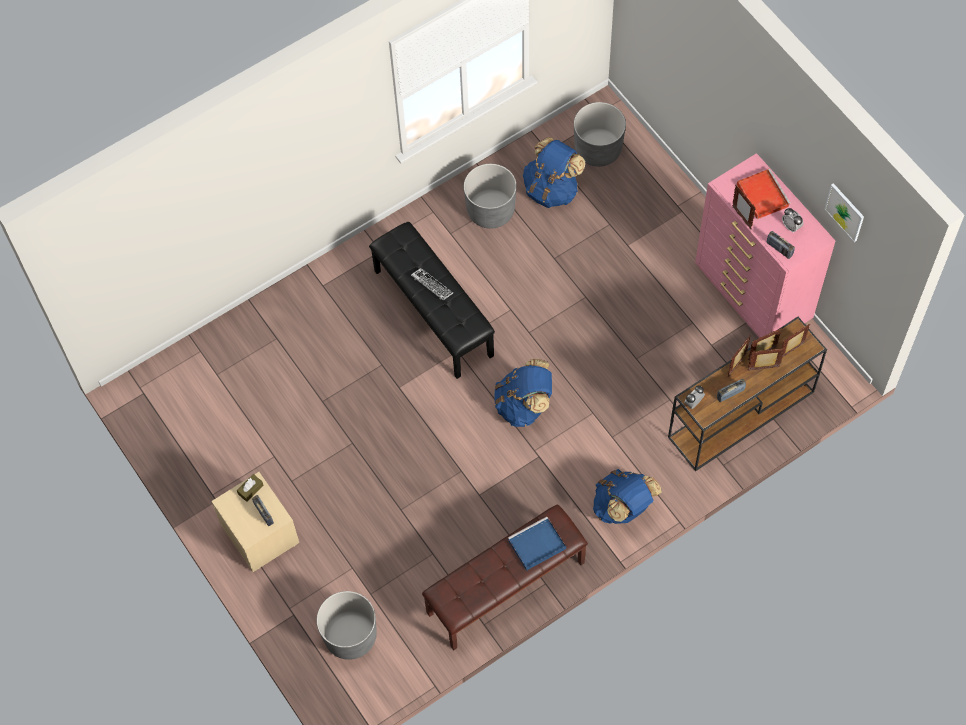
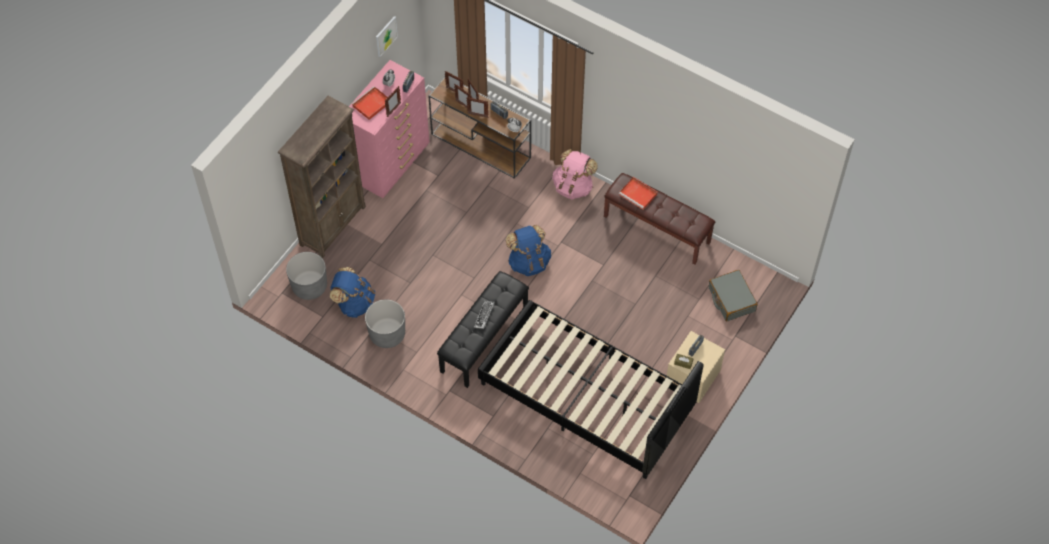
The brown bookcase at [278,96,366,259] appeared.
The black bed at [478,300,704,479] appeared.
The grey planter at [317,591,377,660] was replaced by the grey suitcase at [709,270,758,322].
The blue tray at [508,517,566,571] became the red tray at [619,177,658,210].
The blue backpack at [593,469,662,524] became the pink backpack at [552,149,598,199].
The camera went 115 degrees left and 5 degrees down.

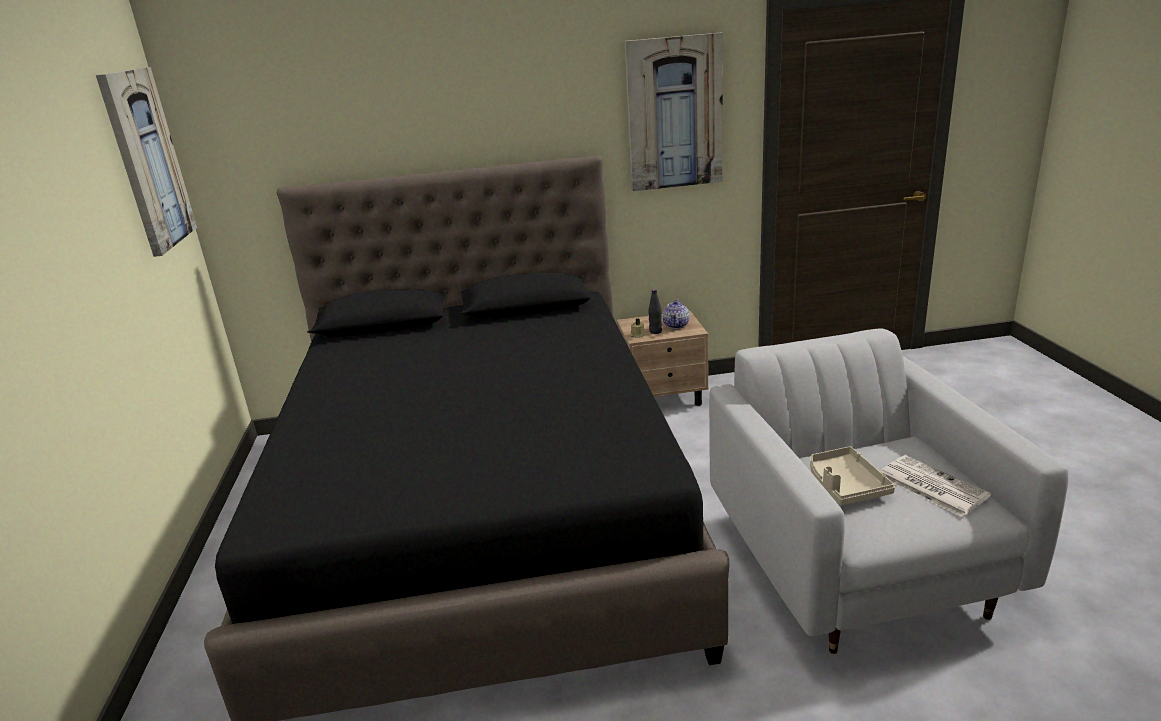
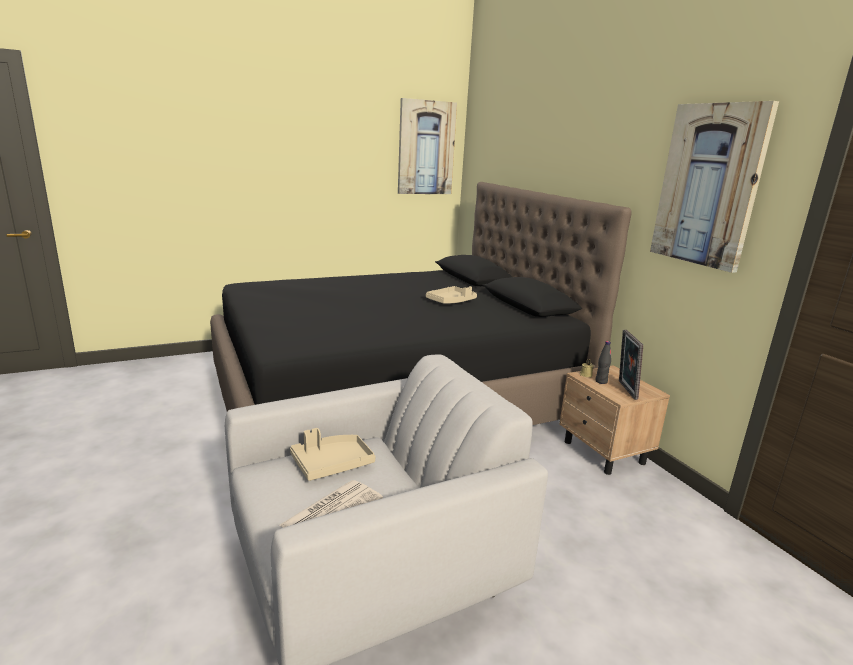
The beige tray at [426,286,477,304] appeared.
The teapot at [662,300,690,329] was replaced by the picture frame at [619,330,643,400].
The camera went 70 degrees right and 5 degrees down.

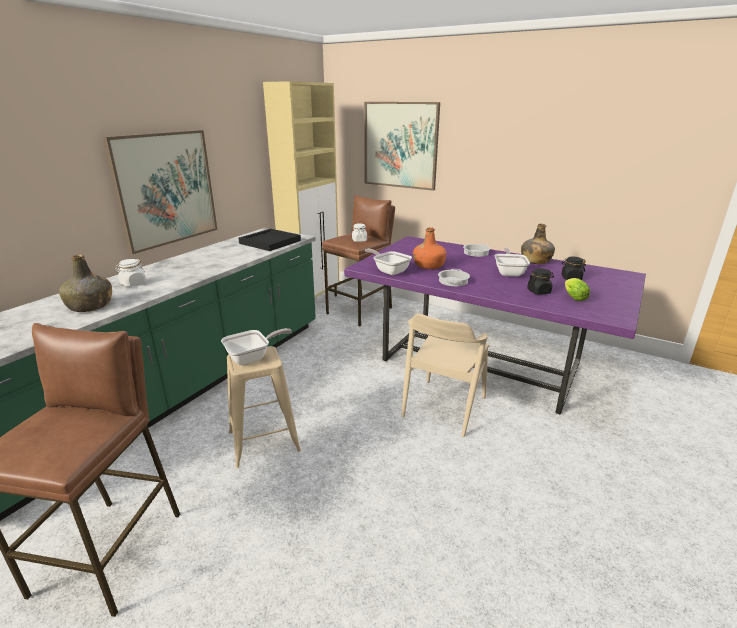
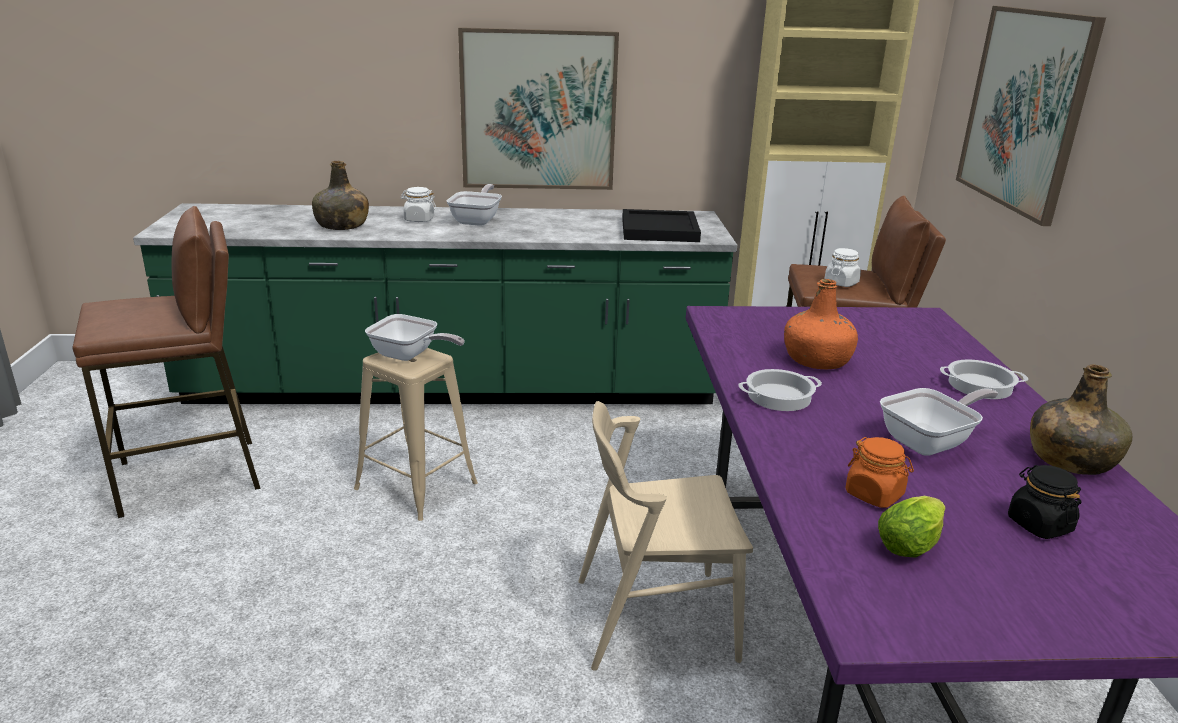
The frying pan moved from [365,249,412,275] to [447,184,502,226].
The black jar at [527,268,554,294] became the orange jar at [845,437,914,508].
The camera went 55 degrees right and 0 degrees up.

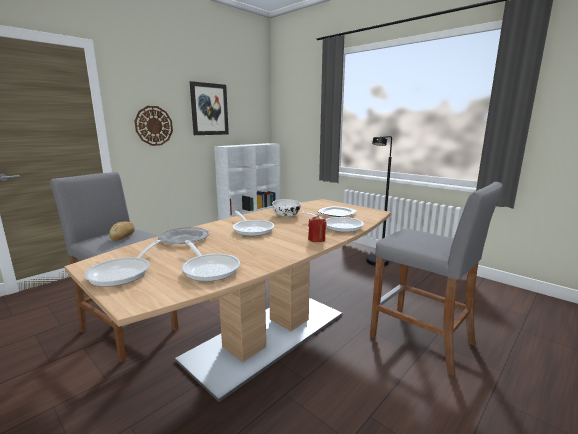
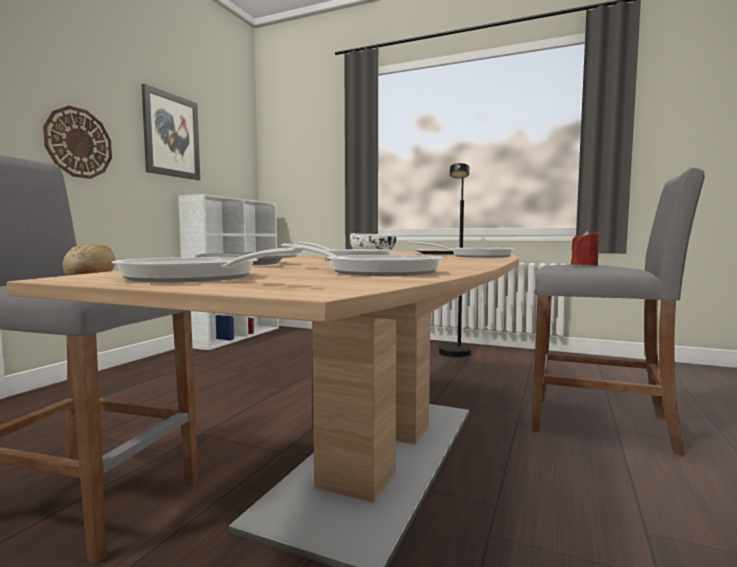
The red candle moved from [308,215,327,242] to [571,231,599,266].
The frying pan at [84,240,160,287] turned 135 degrees clockwise.
The camera went 20 degrees left and 10 degrees down.

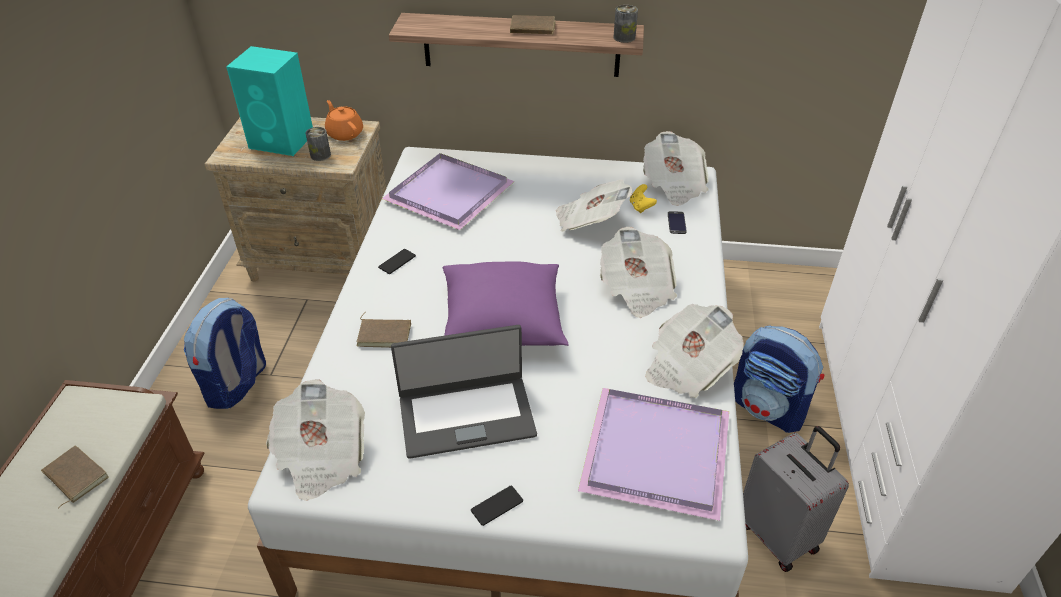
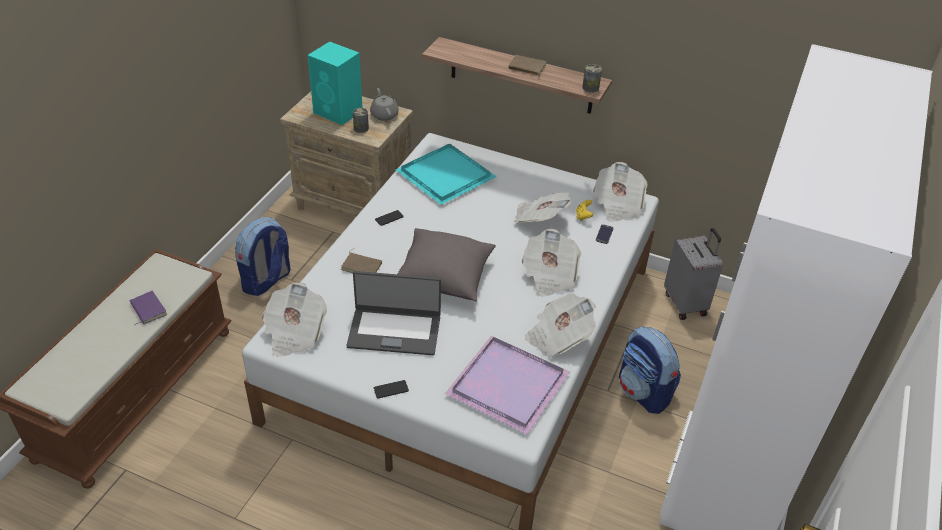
The grey suitcase moved from [743,426,849,572] to [664,228,723,320].
The brown book at [41,445,109,509] became the purple book at [130,291,167,325].
The orange teapot at [325,100,363,141] became the grey teapot at [370,88,399,121].
The purple tray at [382,153,515,230] became the turquoise tray at [396,143,497,205].
The purple pillow at [443,261,568,346] became the grey pillow at [398,228,496,302].
The camera went 15 degrees right and 0 degrees up.

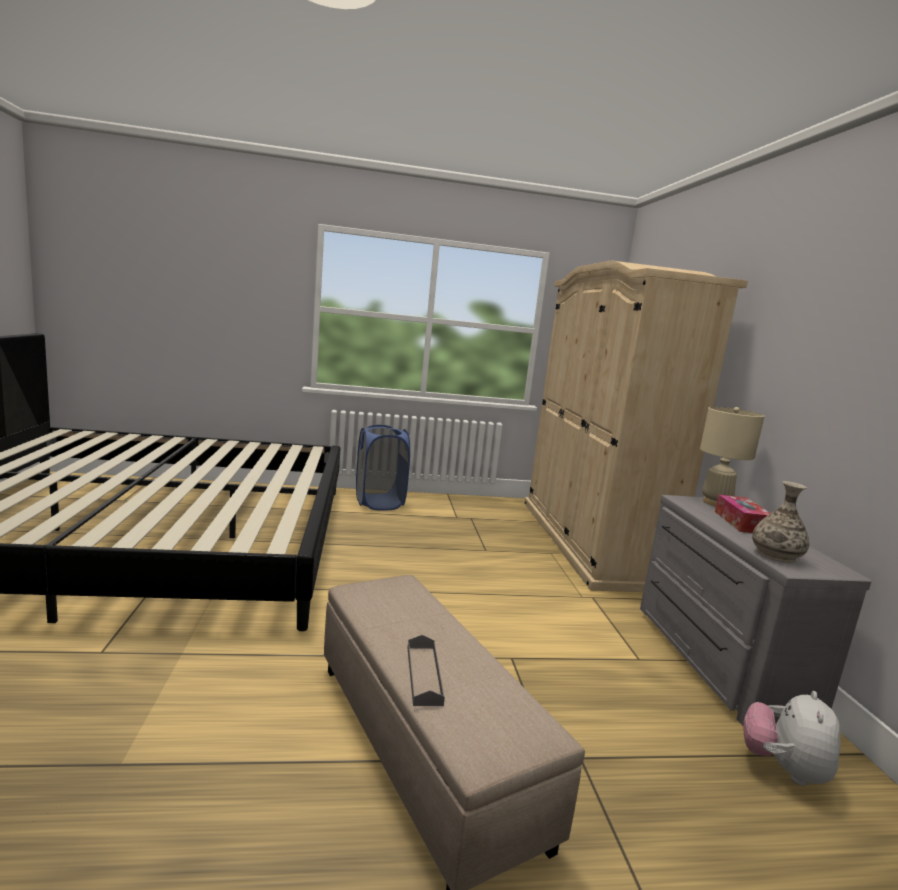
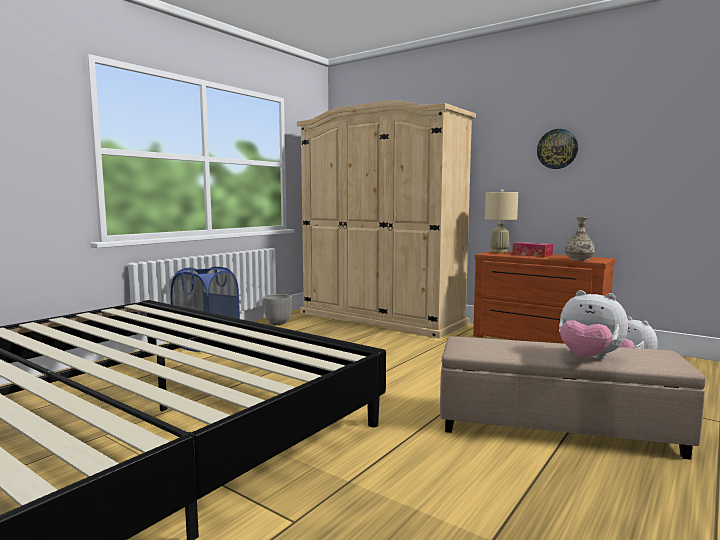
The planter at [263,294,292,325] appeared.
The wall clock at [537,129,578,169] appeared.
The grey tray at [407,635,445,706] was replaced by the plush toy at [559,290,628,359].
The grey dresser at [640,495,871,726] became the brown dresser at [473,251,615,344].
The camera went 45 degrees left and 5 degrees down.

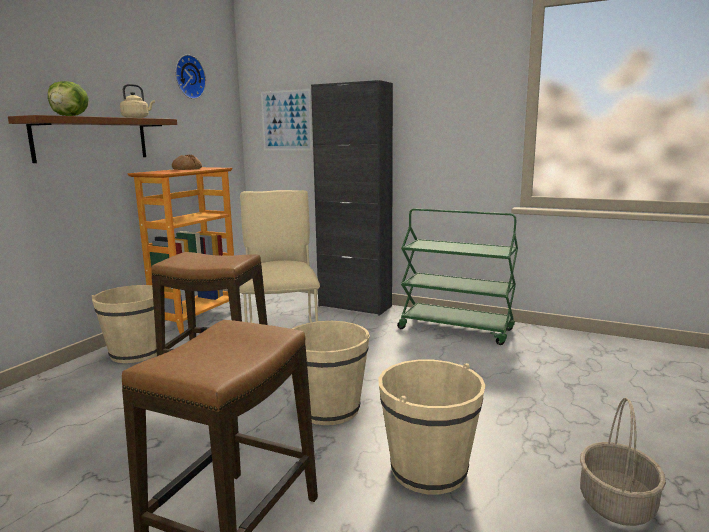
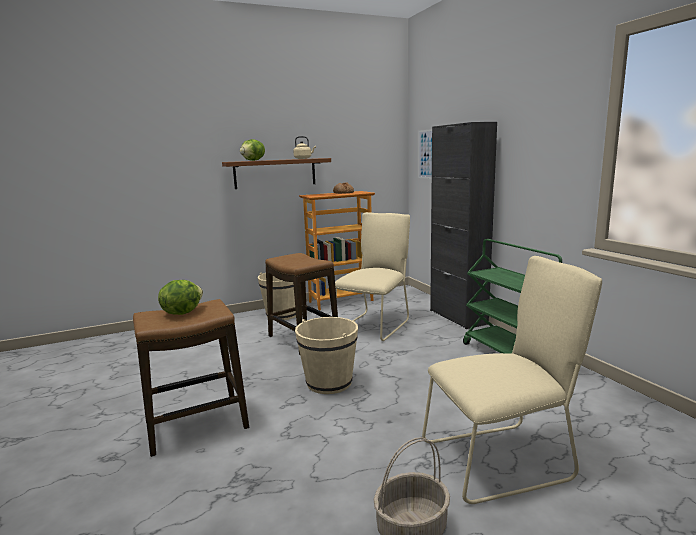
The wall clock at [175,54,206,99] disappeared.
The beige bucket at [378,360,486,494] disappeared.
The lettuce at [158,280,203,315] appeared.
The beige chair at [422,256,602,504] appeared.
The camera went 40 degrees right and 0 degrees up.

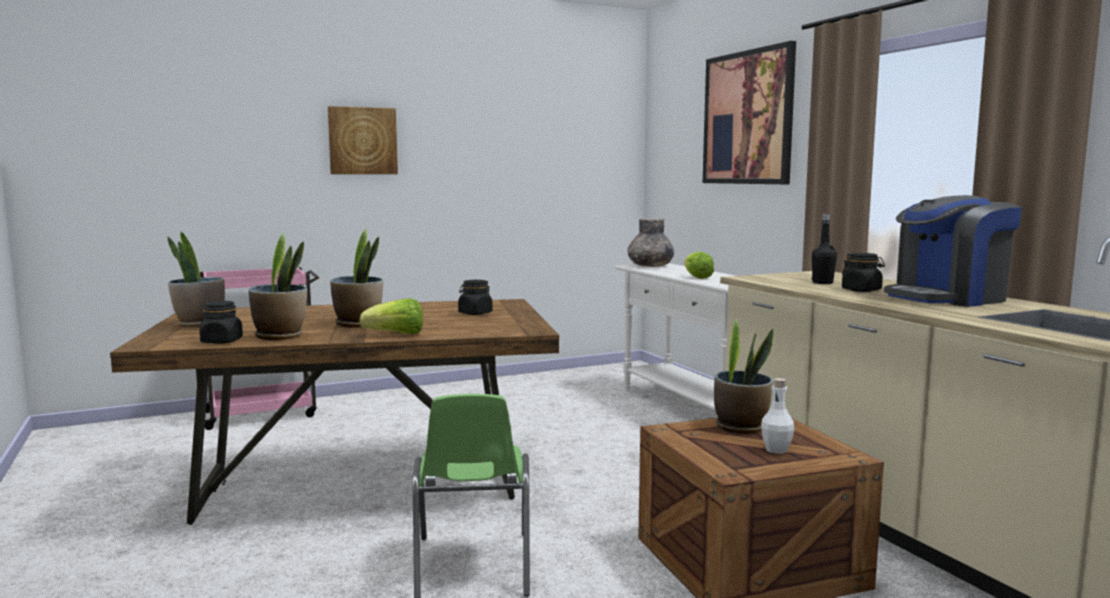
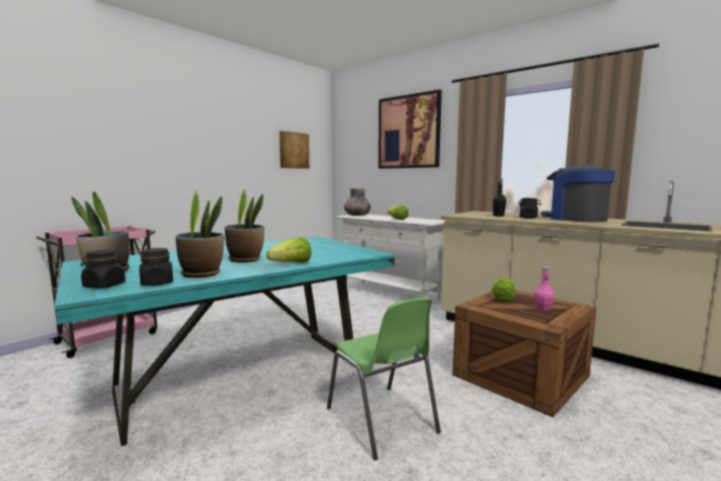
The picture moved from [328,106,398,174] to [279,131,309,169].
The black jar moved from [458,280,493,315] to [80,250,126,288].
The potted plant at [714,318,774,434] was replaced by the lettuce at [492,278,515,302].
The brown dining table at [110,299,559,525] became the turquoise dining table at [54,237,395,446].
The white bottle at [761,378,795,454] became the pink bottle at [534,267,555,311].
The coffee machine at [884,195,1022,307] turned 105 degrees clockwise.
The camera went 25 degrees left and 0 degrees up.

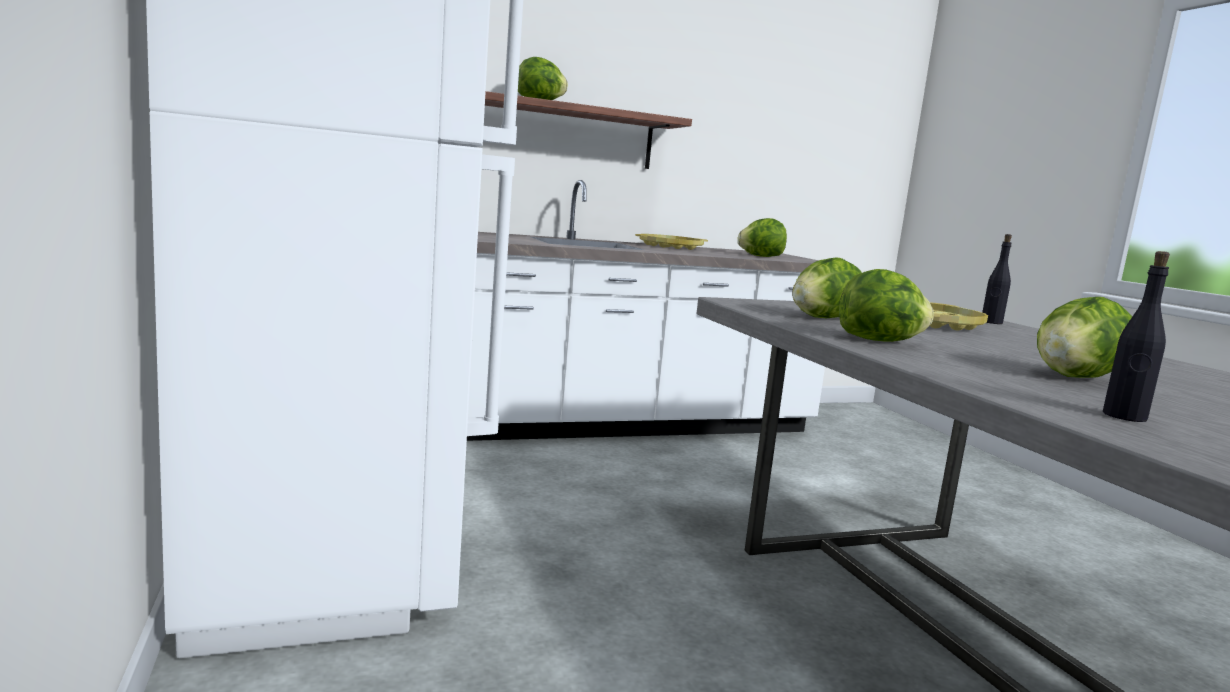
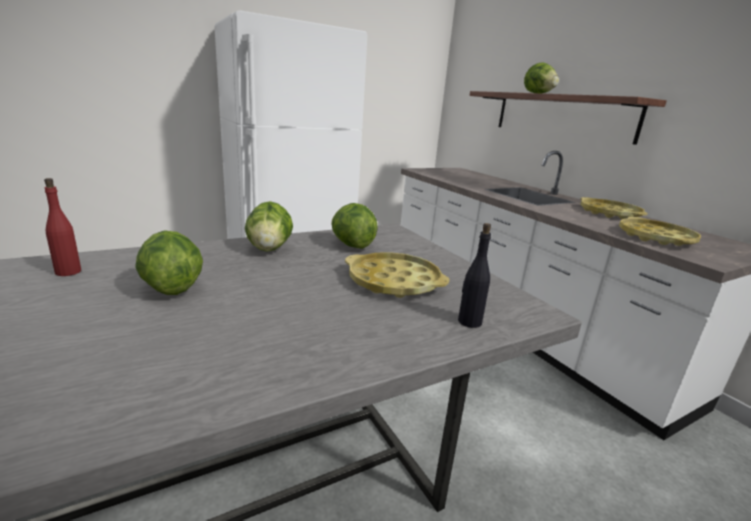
The lettuce at [737,218,787,257] was replaced by the yellow tray at [619,217,701,246].
The black bottle at [1103,251,1170,422] became the red bottle at [44,178,81,276].
The camera went 80 degrees right and 10 degrees up.

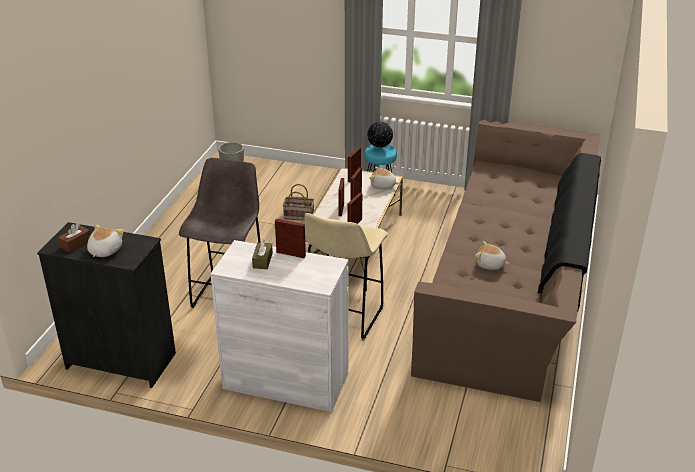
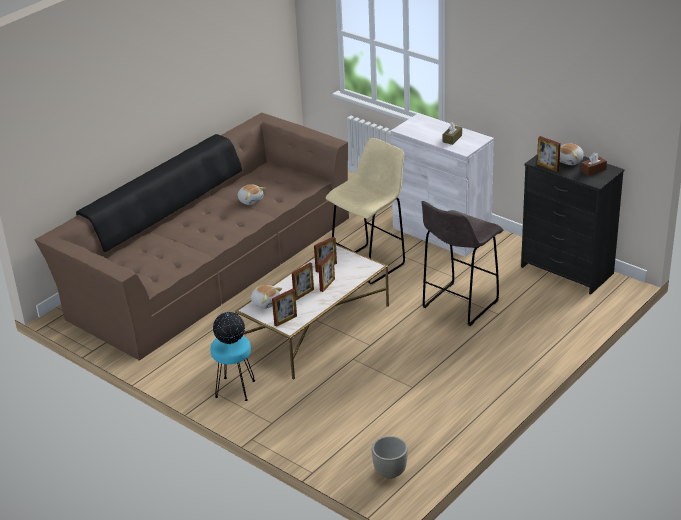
The basket at [283,184,314,221] disappeared.
The picture frame moved from [275,219,306,258] to [537,136,561,172].
The camera went 155 degrees left and 0 degrees up.

